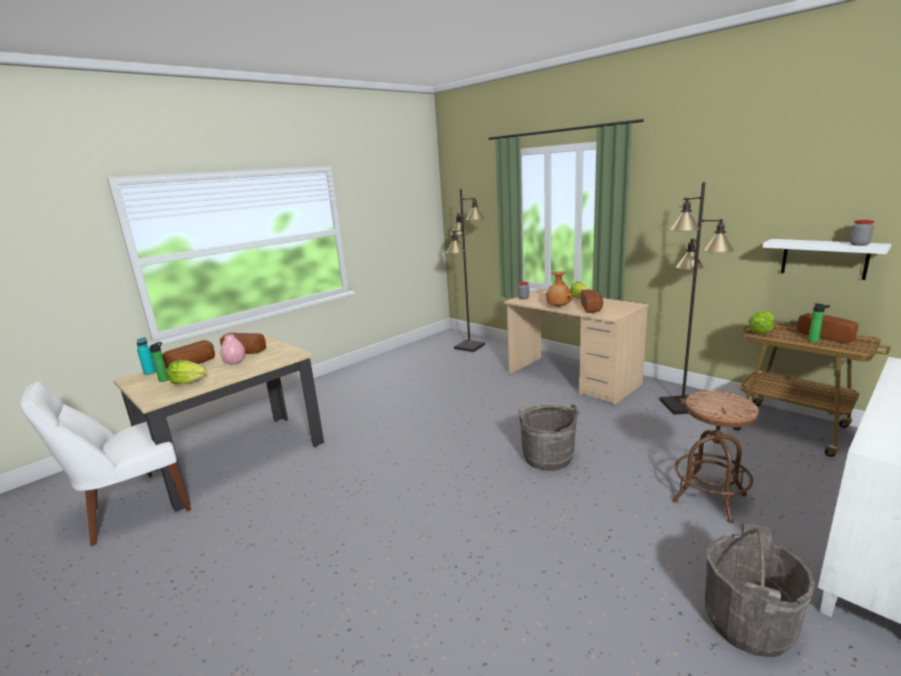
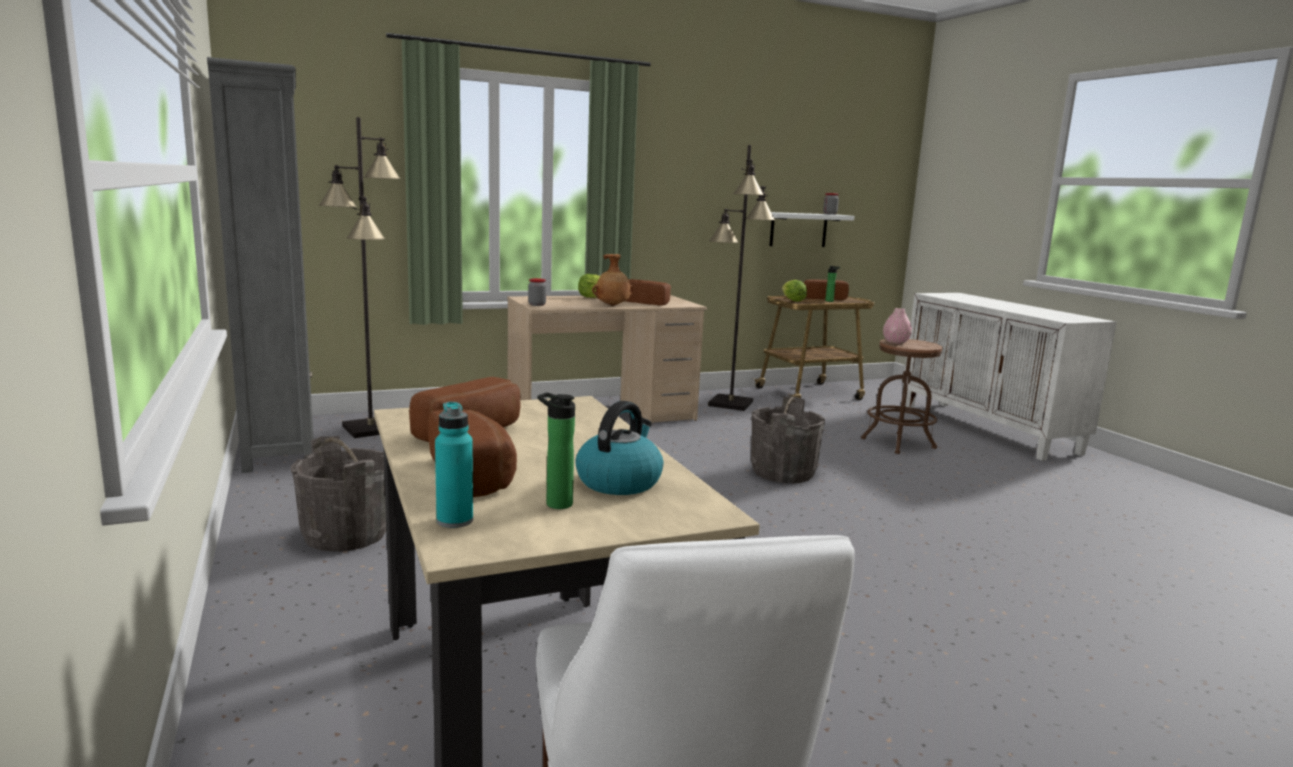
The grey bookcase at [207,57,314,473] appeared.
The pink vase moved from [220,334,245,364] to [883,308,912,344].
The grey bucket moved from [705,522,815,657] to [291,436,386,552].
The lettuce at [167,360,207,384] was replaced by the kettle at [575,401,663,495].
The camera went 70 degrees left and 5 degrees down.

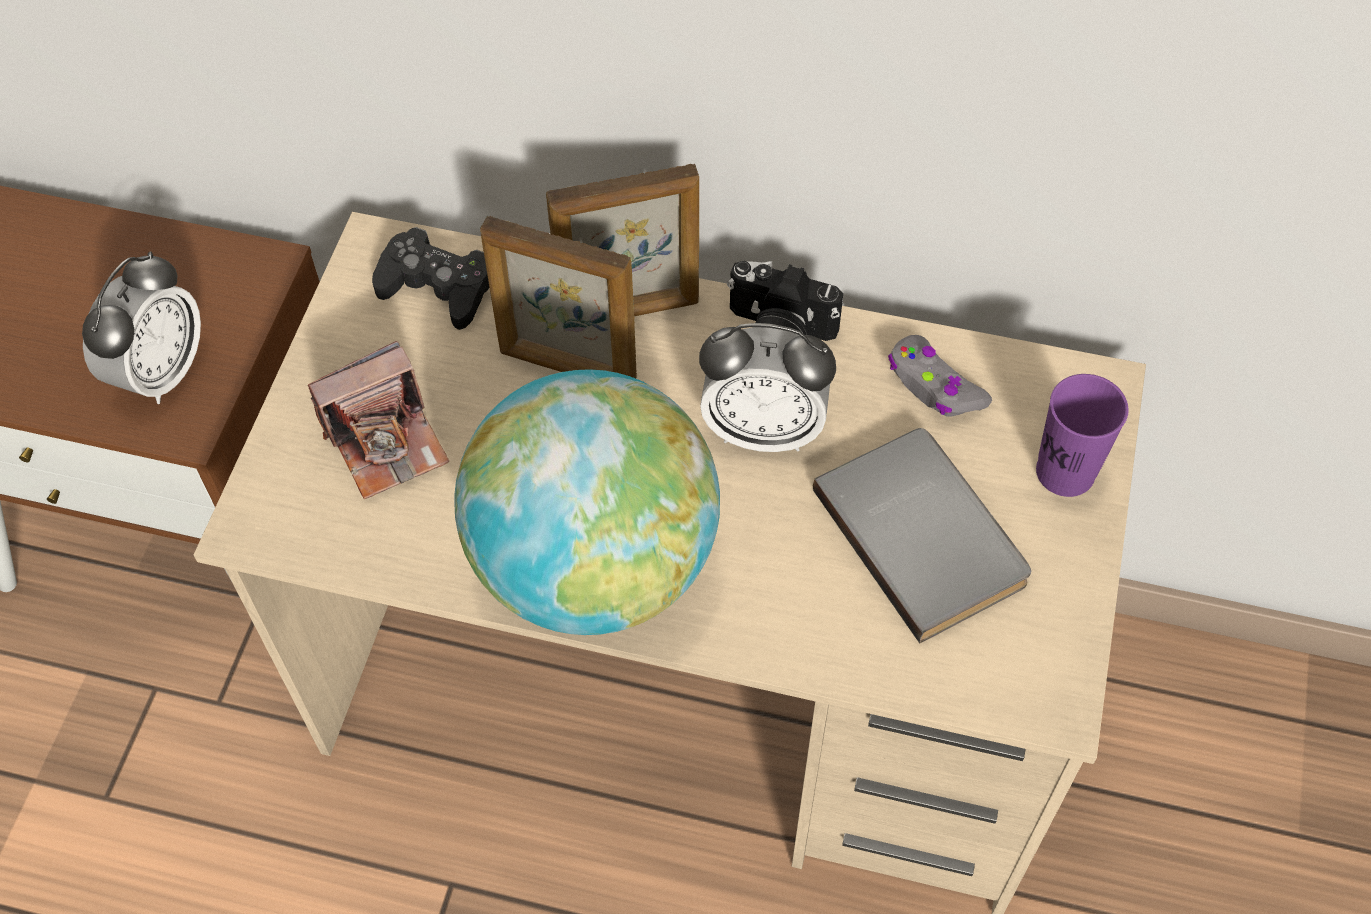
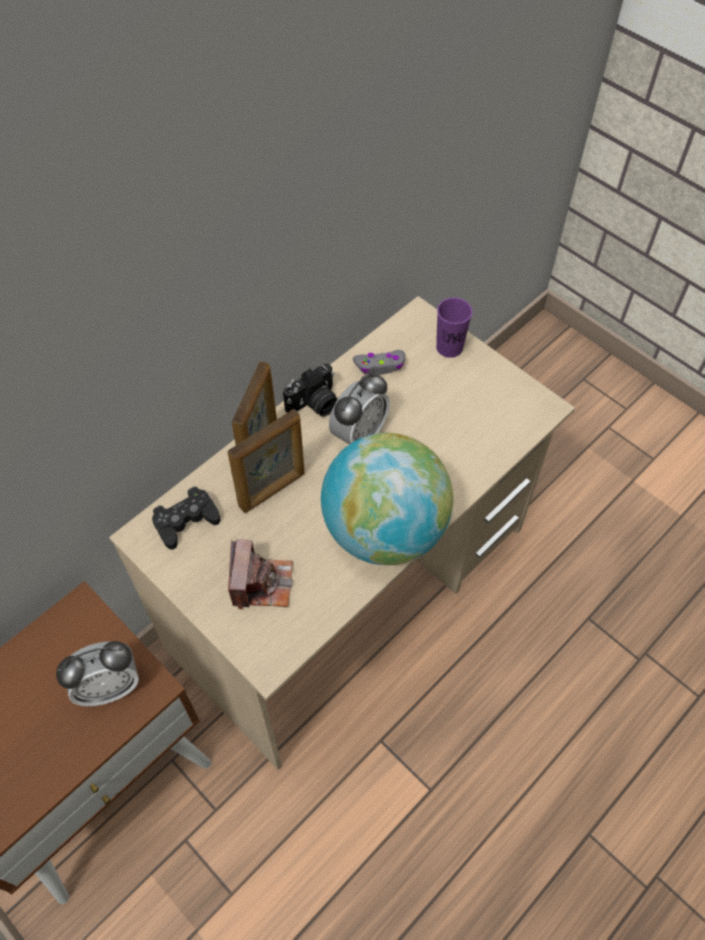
The grey book at [813,428,1031,643] disappeared.
The alarm clock at [82,251,201,404] turned 105 degrees clockwise.
The camera went 60 degrees left and 0 degrees up.

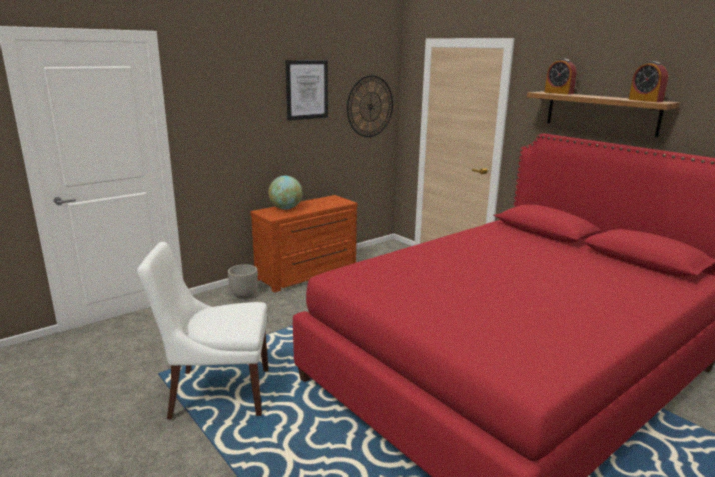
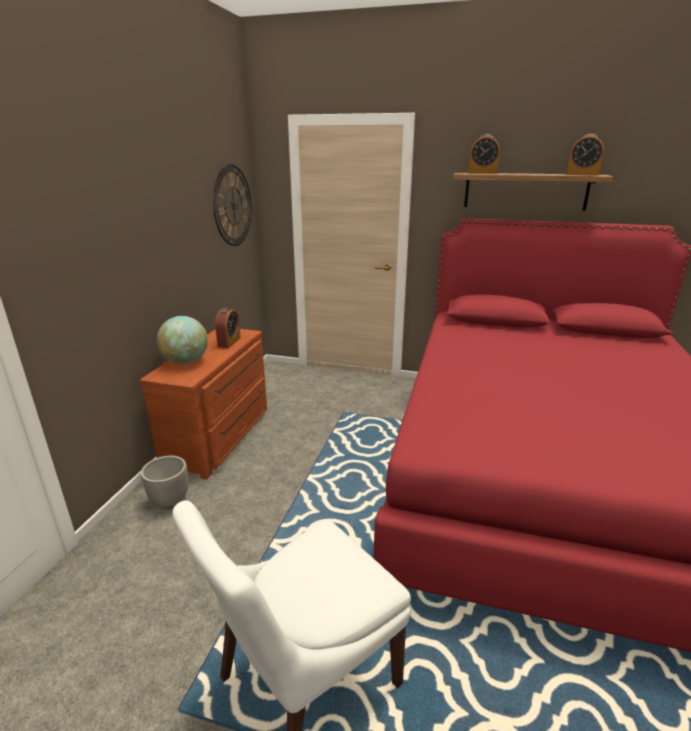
The picture at [285,60,328,121] disappeared.
The alarm clock at [215,307,241,348] appeared.
The camera went 35 degrees left and 5 degrees up.

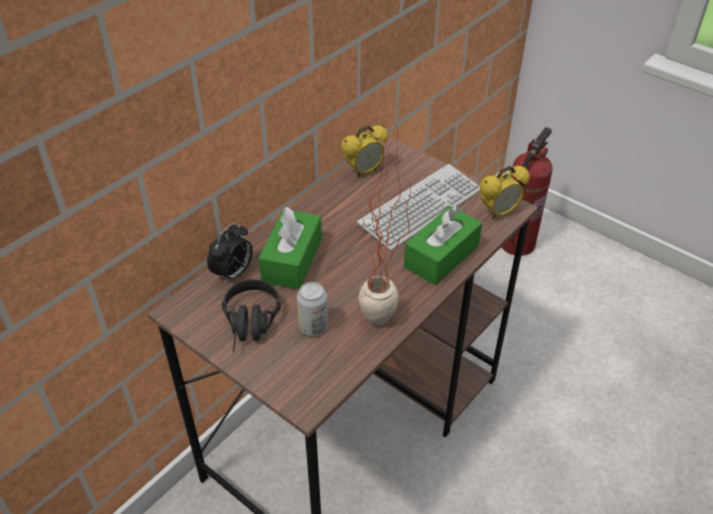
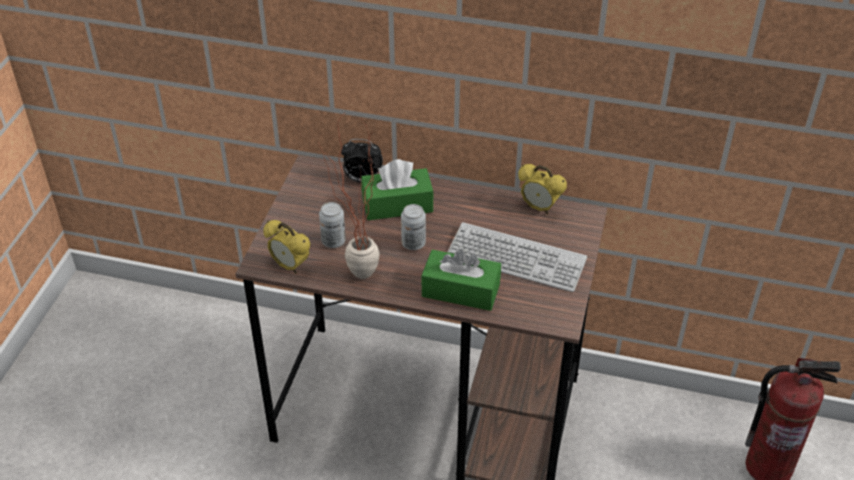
The black headphones at [222,279,281,353] disappeared.
The can at [401,204,426,250] appeared.
The alarm clock moved from [480,166,530,220] to [263,220,311,274].
The camera went 65 degrees right and 0 degrees up.

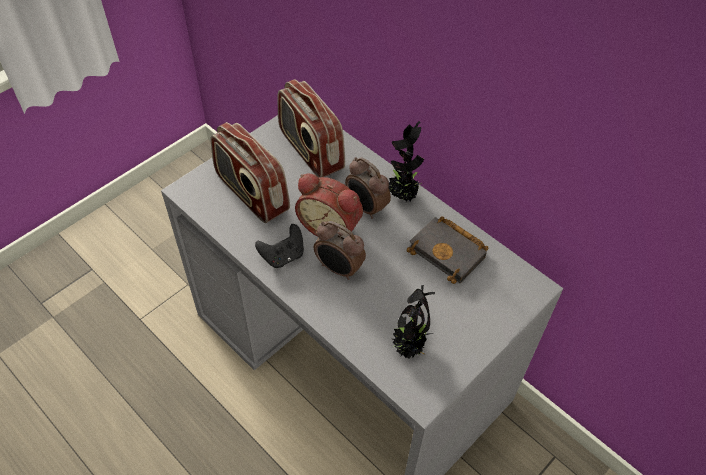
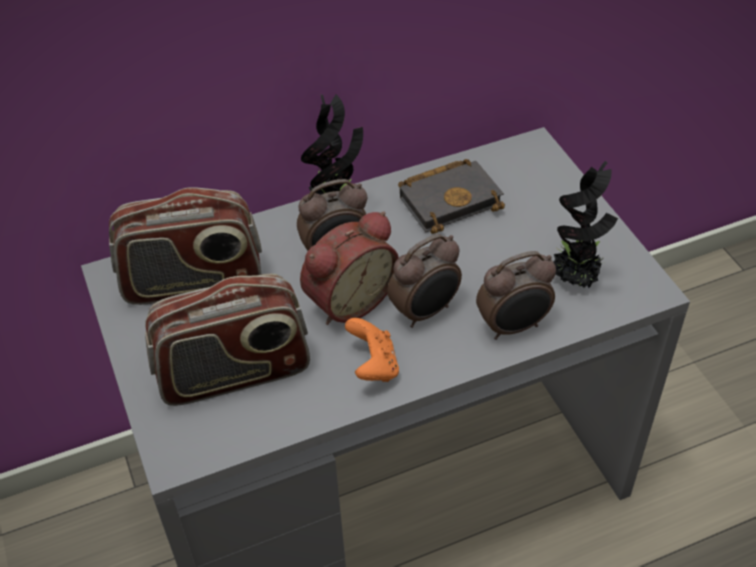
The alarm clock at [476,251,556,340] appeared.
The black game controller at [255,224,304,268] became the orange game controller at [345,318,399,382].
The camera went 65 degrees left and 5 degrees down.

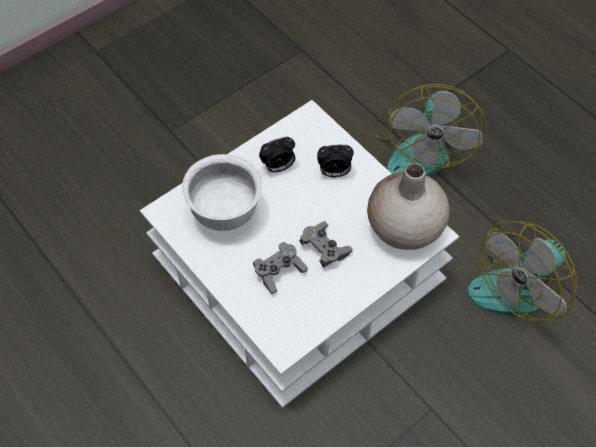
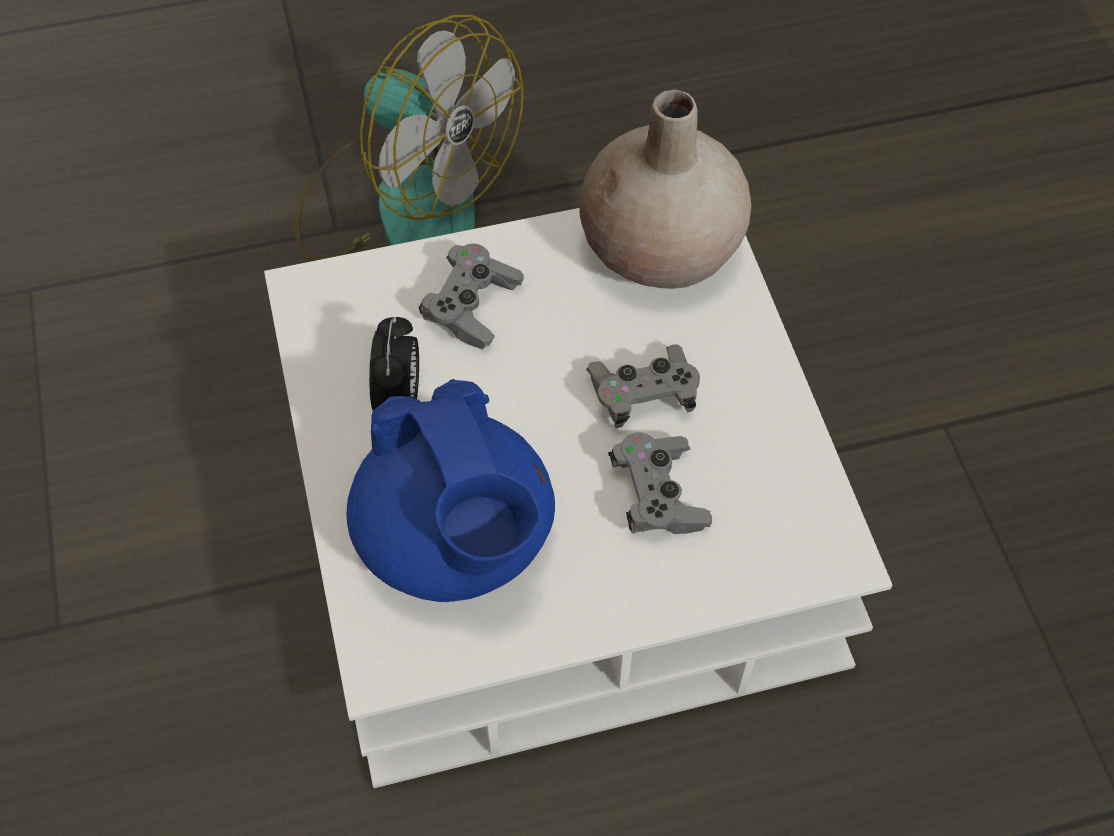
The fan at [467,221,577,321] disappeared.
The white bowl at [182,154,262,231] was replaced by the blue teapot at [347,379,555,602].
The alarm clock at [317,145,354,177] was replaced by the grey game controller at [419,243,524,349].
The camera went 65 degrees left and 0 degrees up.

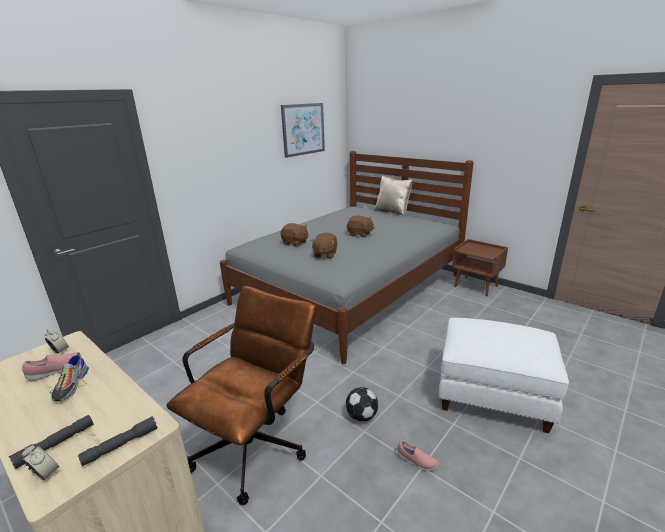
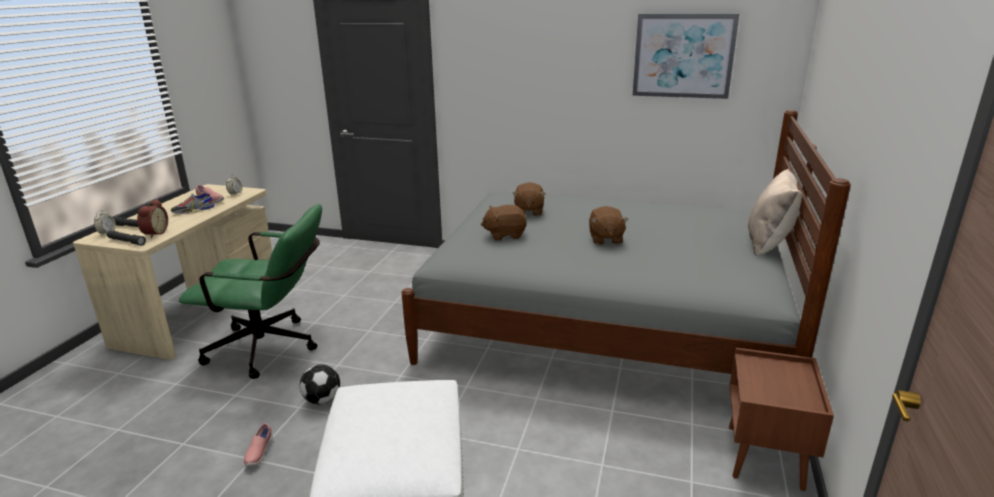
The alarm clock at [137,199,168,238] appeared.
The brown office chair at [166,286,316,505] became the green office chair at [179,204,322,379].
The camera went 65 degrees right and 0 degrees up.

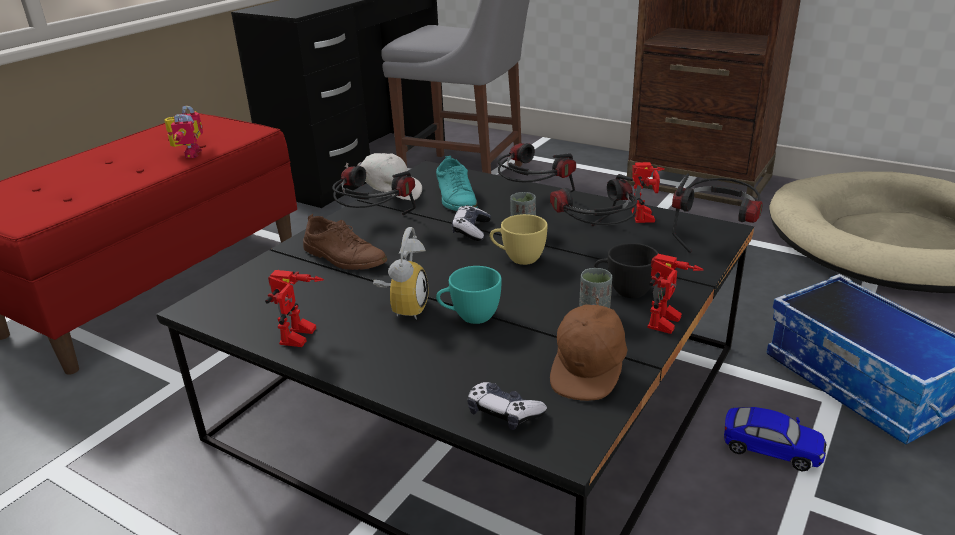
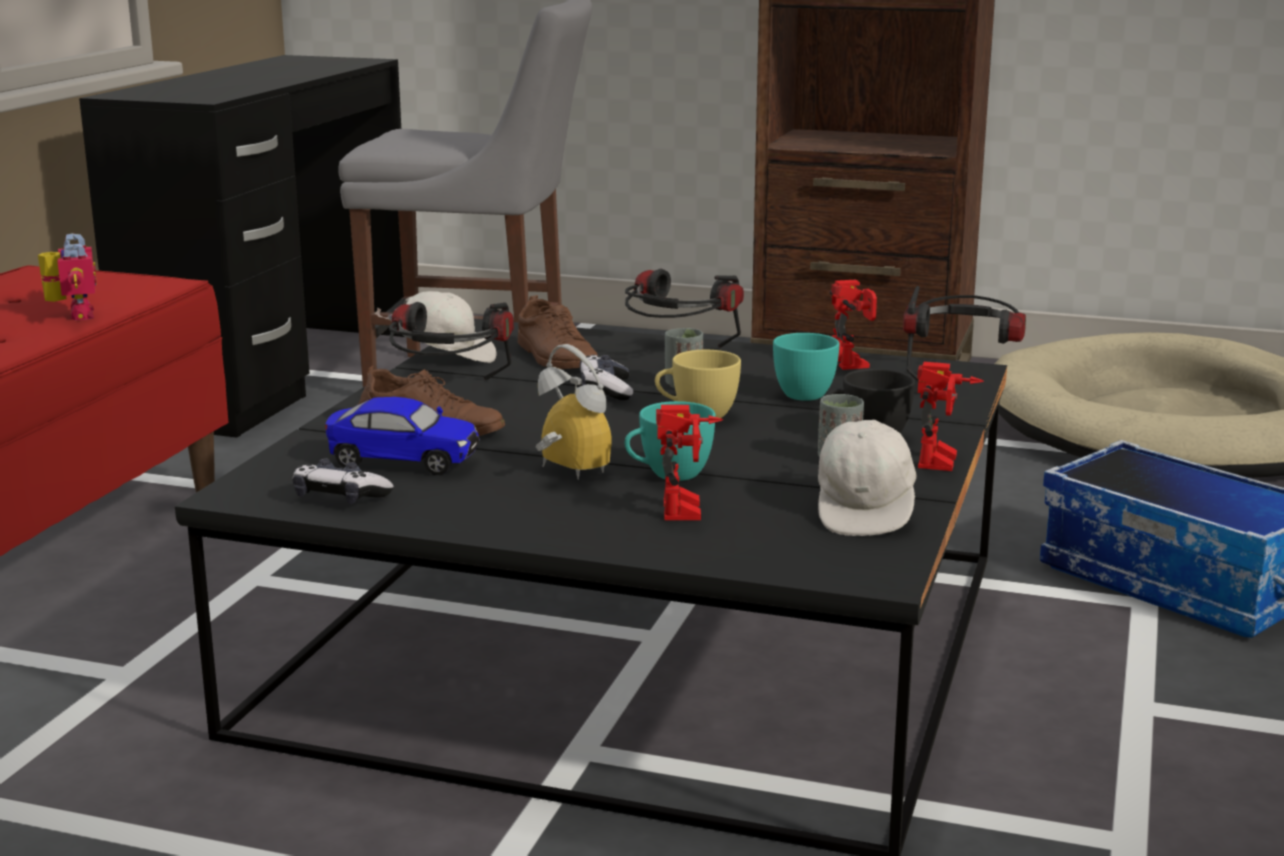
The toy robot moved from [265,270,324,347] to [656,405,723,520].
The game controller moved from [467,382,547,430] to [293,459,394,504].
The toy car moved from [724,407,827,472] to [325,397,480,475].
The headphones at [550,174,637,226] was replaced by the turquoise cup at [773,333,840,401].
The turquoise shoe at [436,156,477,211] became the brown shoe at [518,295,598,369].
The brown cap at [550,295,627,401] became the white cap at [818,415,917,536].
The alarm clock at [373,227,429,320] turned 45 degrees counterclockwise.
The camera went 15 degrees left and 10 degrees down.

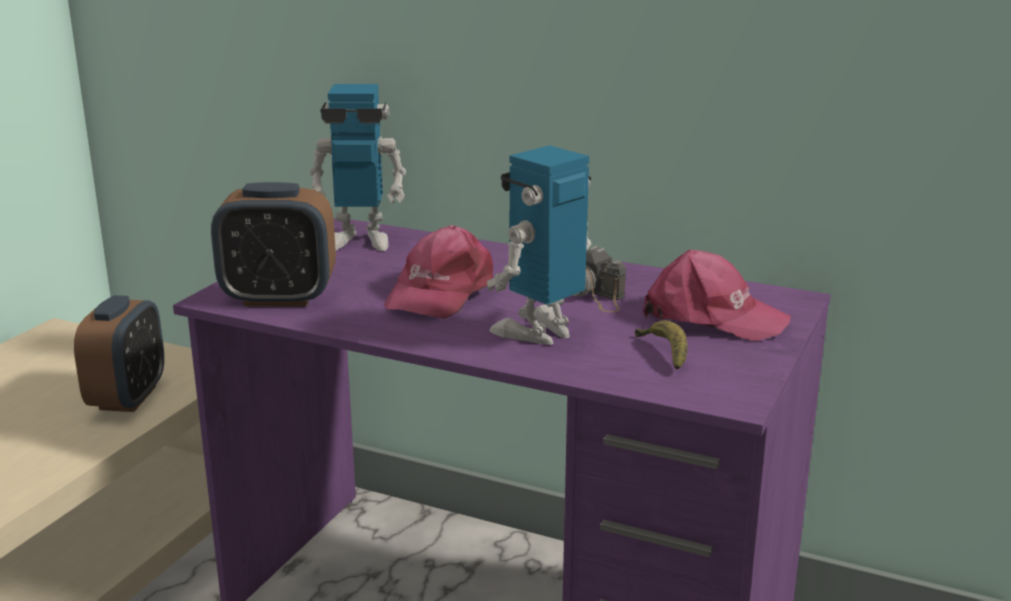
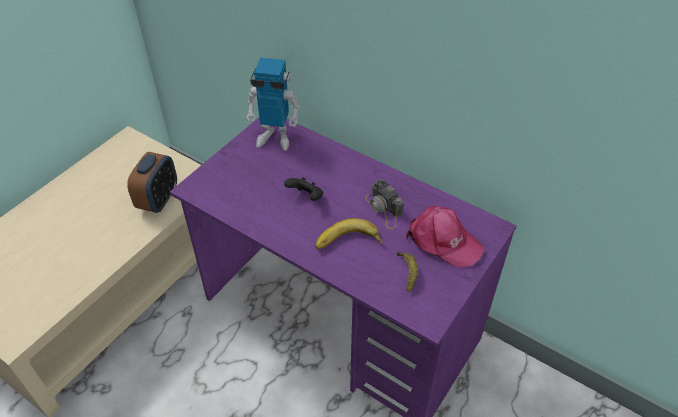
The alarm clock at [211,182,336,306] disappeared.
The pink cap at [384,225,493,319] was replaced by the black game controller at [284,177,323,201].
The toy robot at [487,145,591,345] was replaced by the banana at [315,218,382,249].
The camera went 10 degrees right and 25 degrees up.

